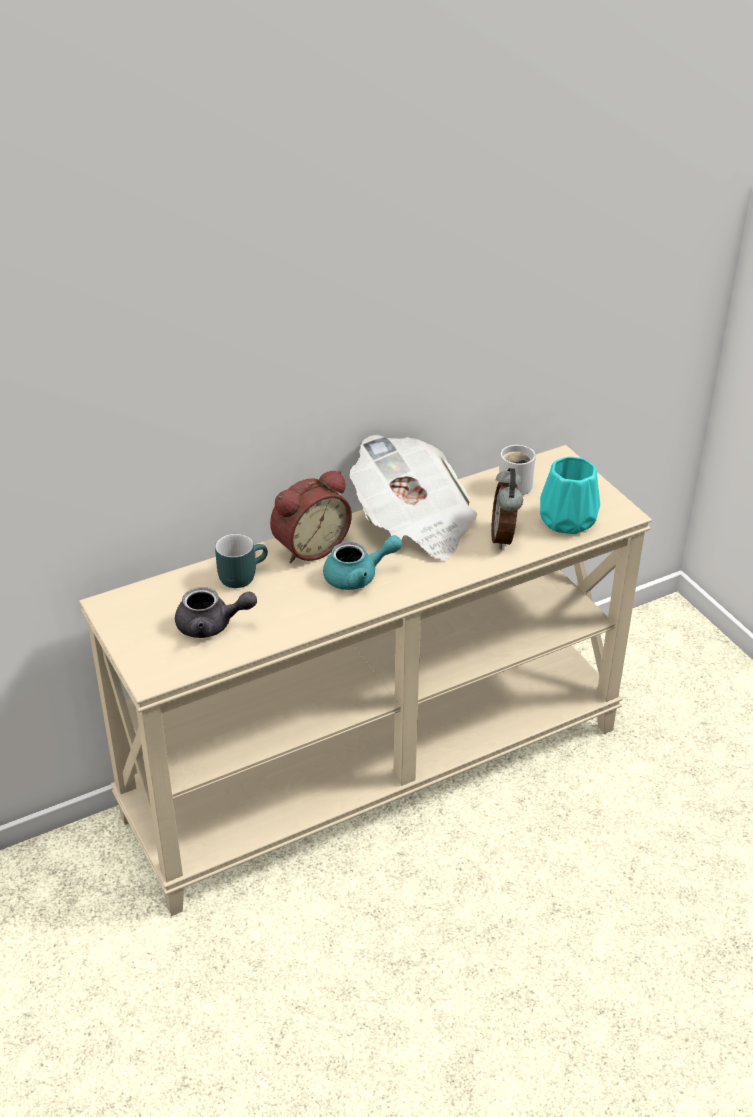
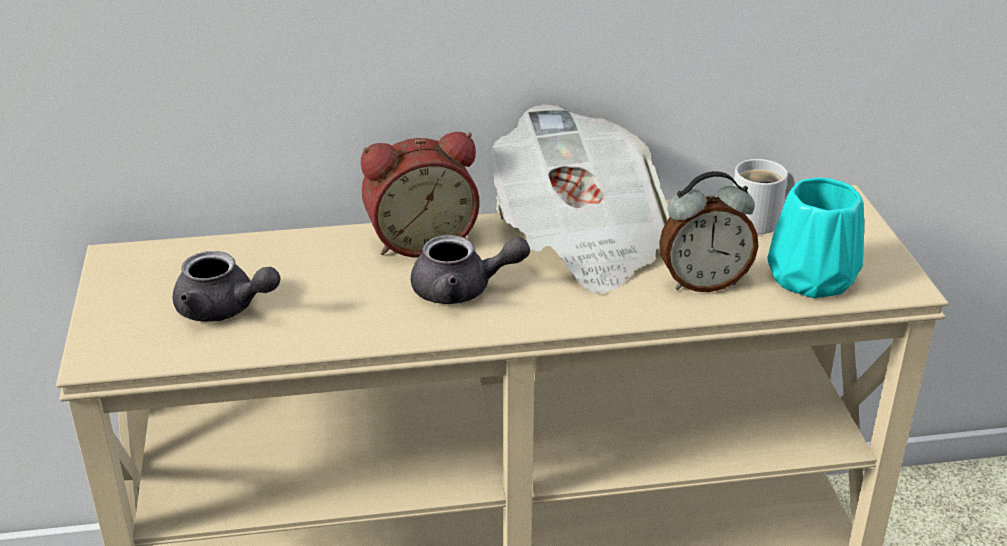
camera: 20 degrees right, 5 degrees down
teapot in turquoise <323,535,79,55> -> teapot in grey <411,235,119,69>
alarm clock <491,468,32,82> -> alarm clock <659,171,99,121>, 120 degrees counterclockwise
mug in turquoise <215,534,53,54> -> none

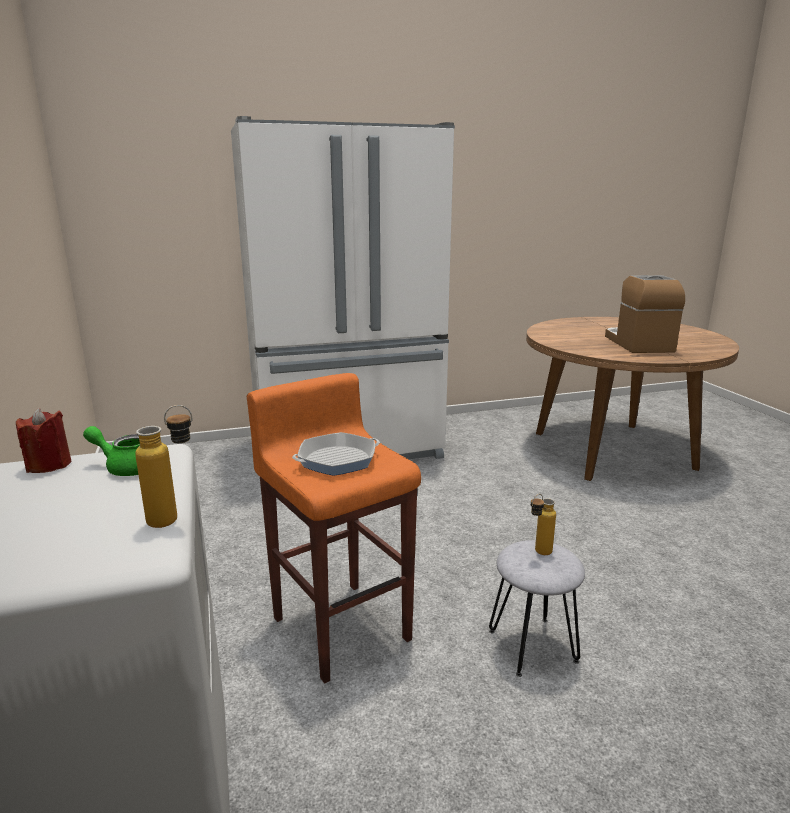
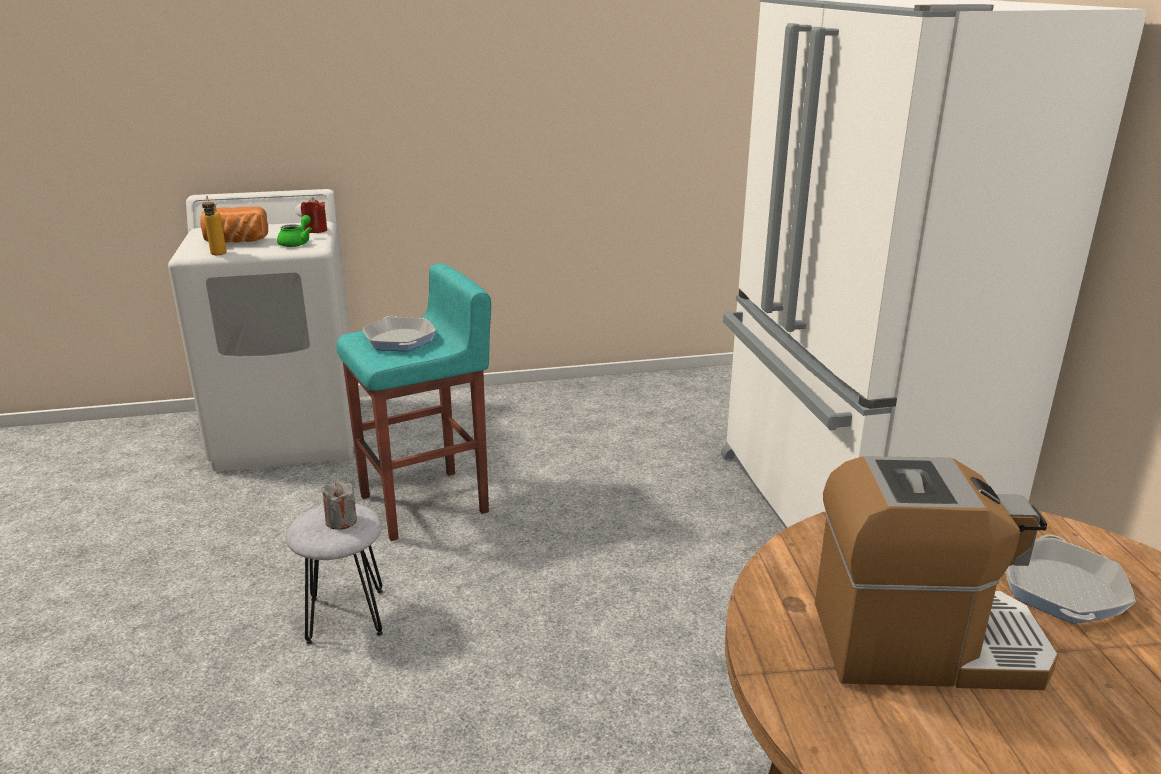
camera: 95 degrees right, 5 degrees up
none -> bread <200,206,68,37>
bottle <531,494,25,61> -> candle in grey <322,481,35,49>
stool in orange <247,373,174,310> -> stool in turquoise <336,264,155,277>
none -> frying pan <1005,535,131,88>

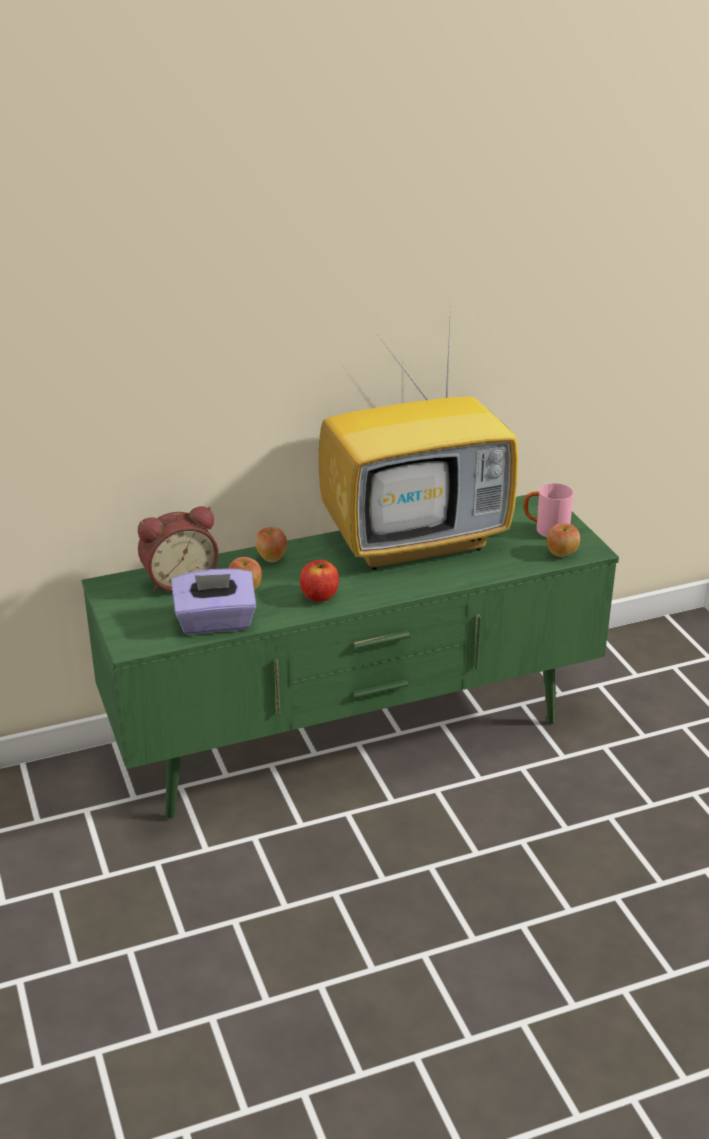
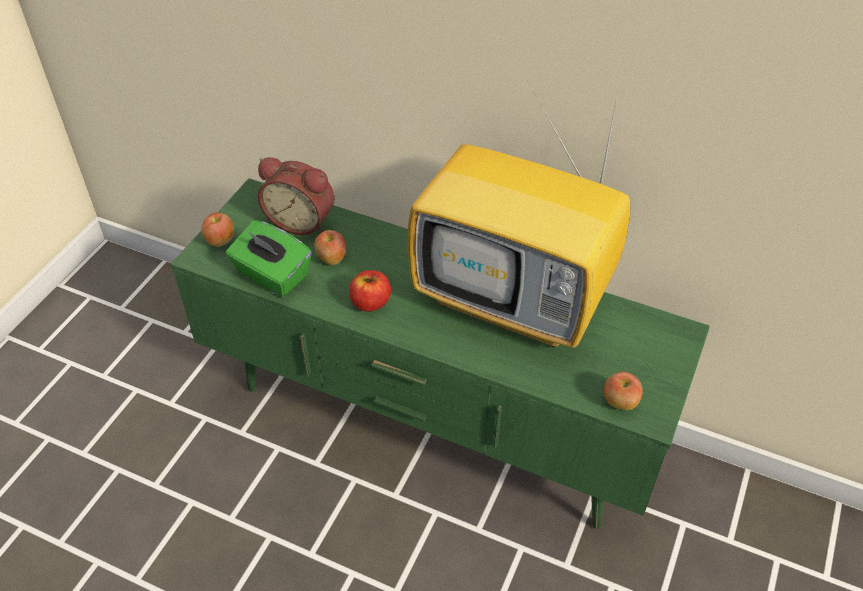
camera: 45 degrees right, 15 degrees up
apple <255,527,32,35> -> apple <201,213,33,34>, move
tissue box in purple <171,569,85,66> -> tissue box in green <226,220,86,77>
mug in pink <523,483,51,55> -> none

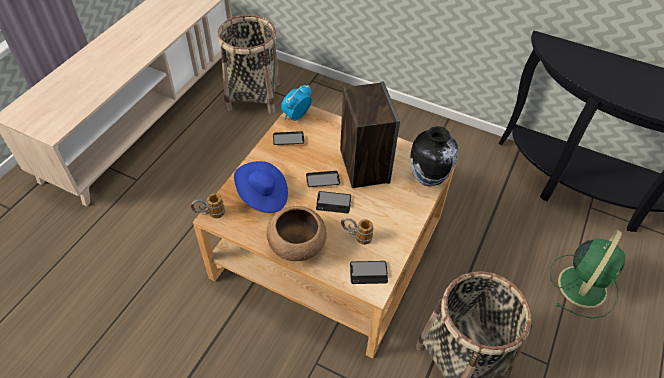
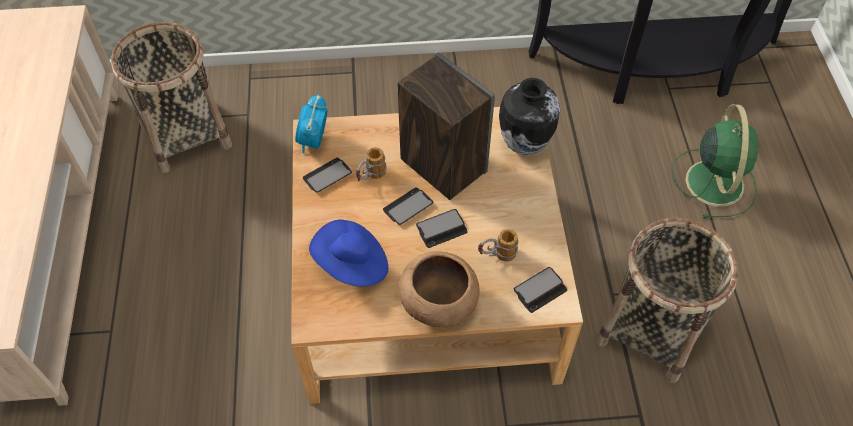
camera: 30 degrees left, 5 degrees up
mug <190,194,35,24> -> mug <356,147,30,34>, move

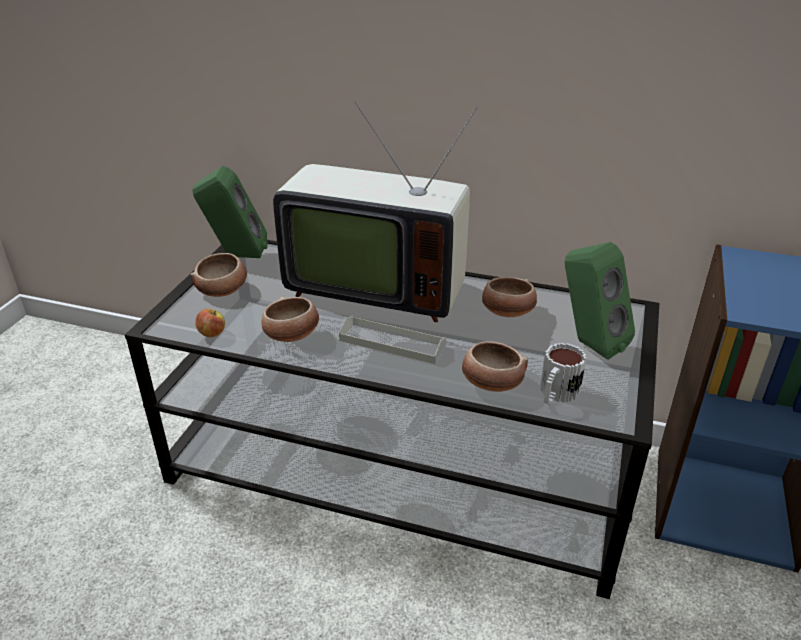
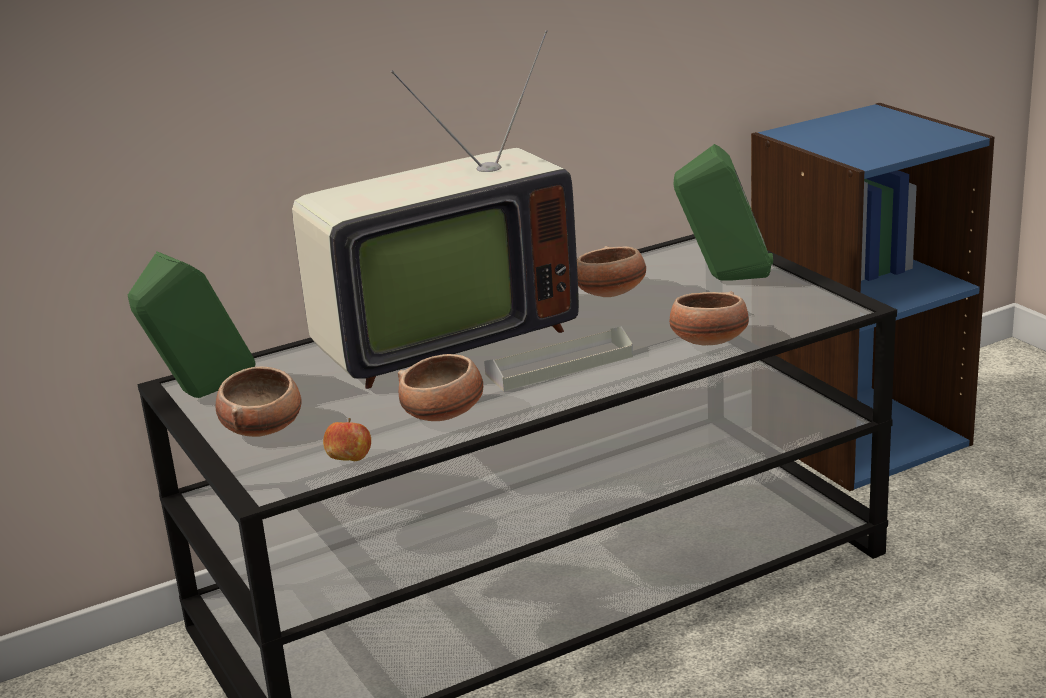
camera: 45 degrees left, 10 degrees down
mug <540,343,46,62> -> none

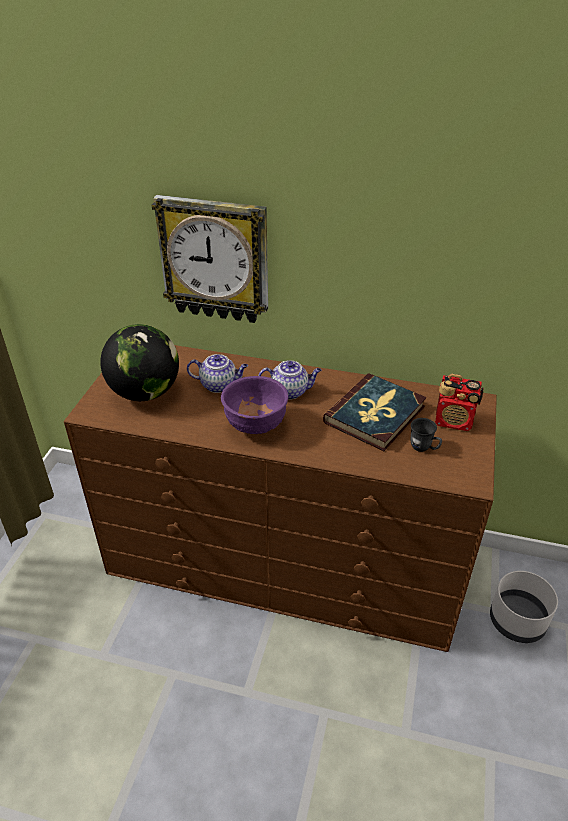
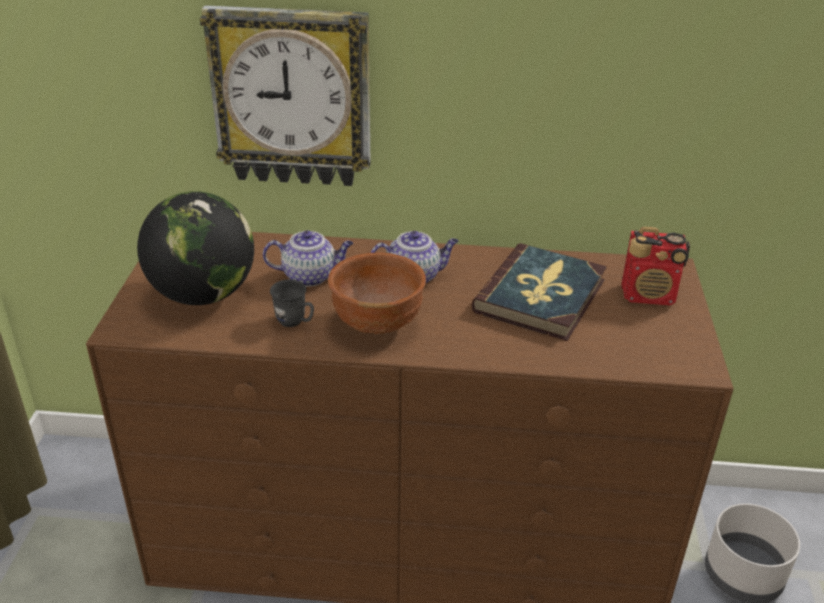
camera: 10 degrees left, 5 degrees down
mug in grey <411,418,31,34> -> mug in grey <270,279,44,48>, move
bowl in purple <221,376,67,58> -> bowl in brown <328,252,98,82>

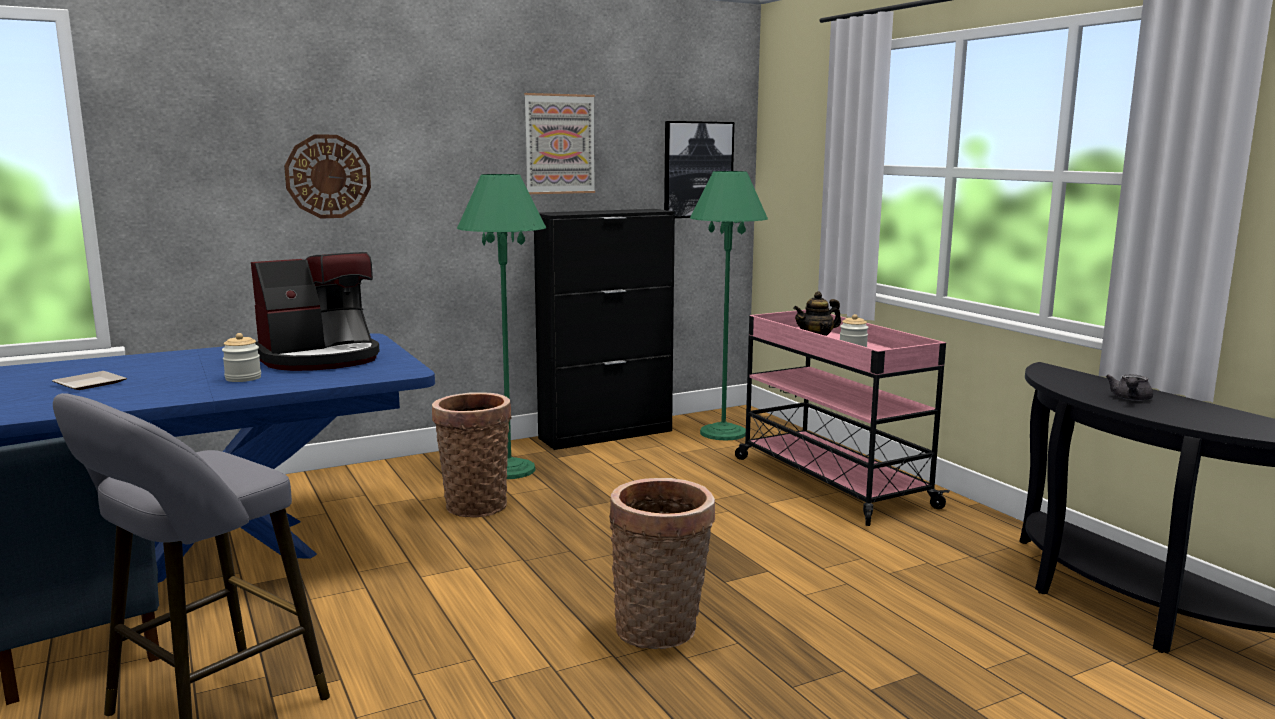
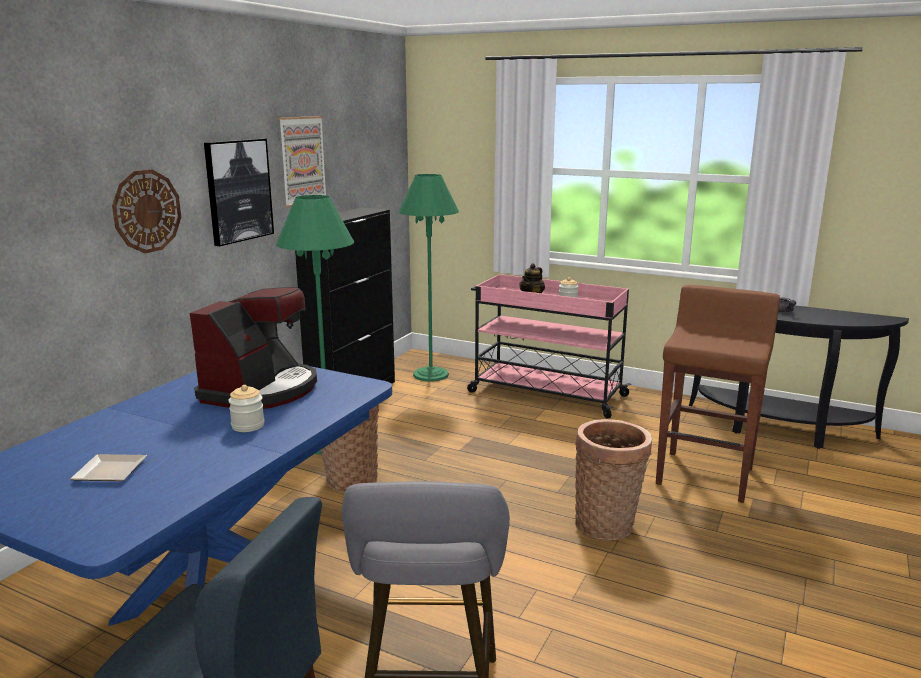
camera: 35 degrees left, 5 degrees up
picture <664,121,70,97> -> picture <204,139,70,107>, move
none -> stool in brown <656,285,124,218>

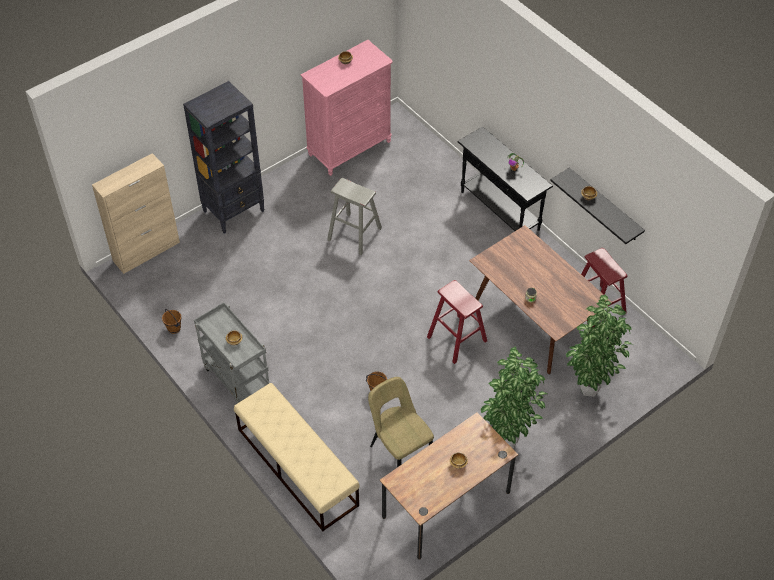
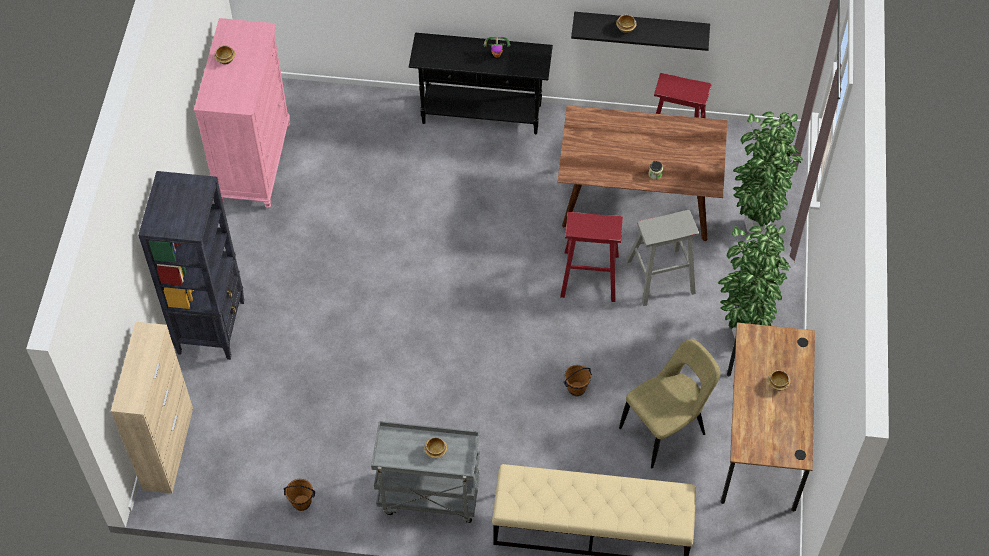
camera: 45 degrees left, 5 degrees up
chair in beige <368,377,66,90> -> chair in beige <619,339,102,129>, 135 degrees clockwise
stool in grey <327,178,55,77> -> stool in grey <626,210,73,96>, move

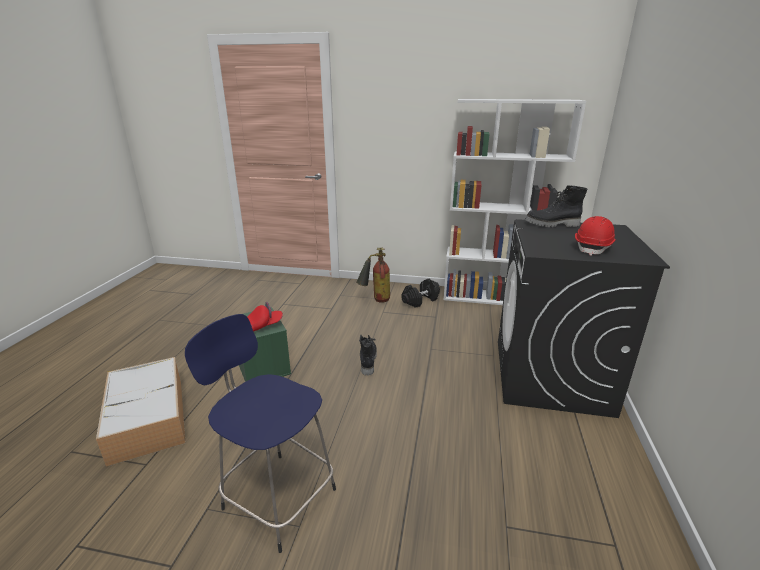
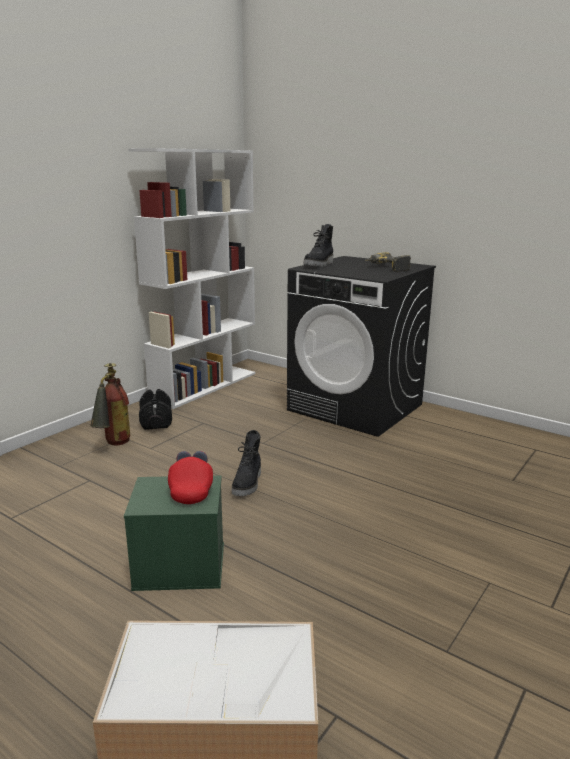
camera: 65 degrees left, 5 degrees down
boot in black <359,335,18,41> -> boot in black <232,430,29,66>, 105 degrees counterclockwise
hard hat in red <575,216,41,40> -> power drill <365,252,46,20>
stool in blue <185,314,151,239> -> none

